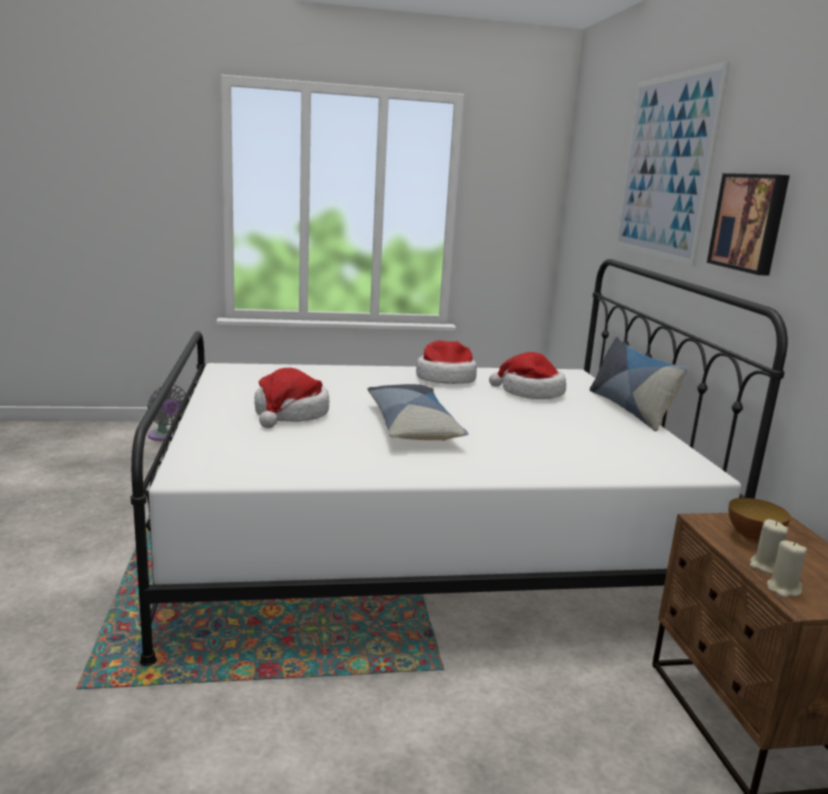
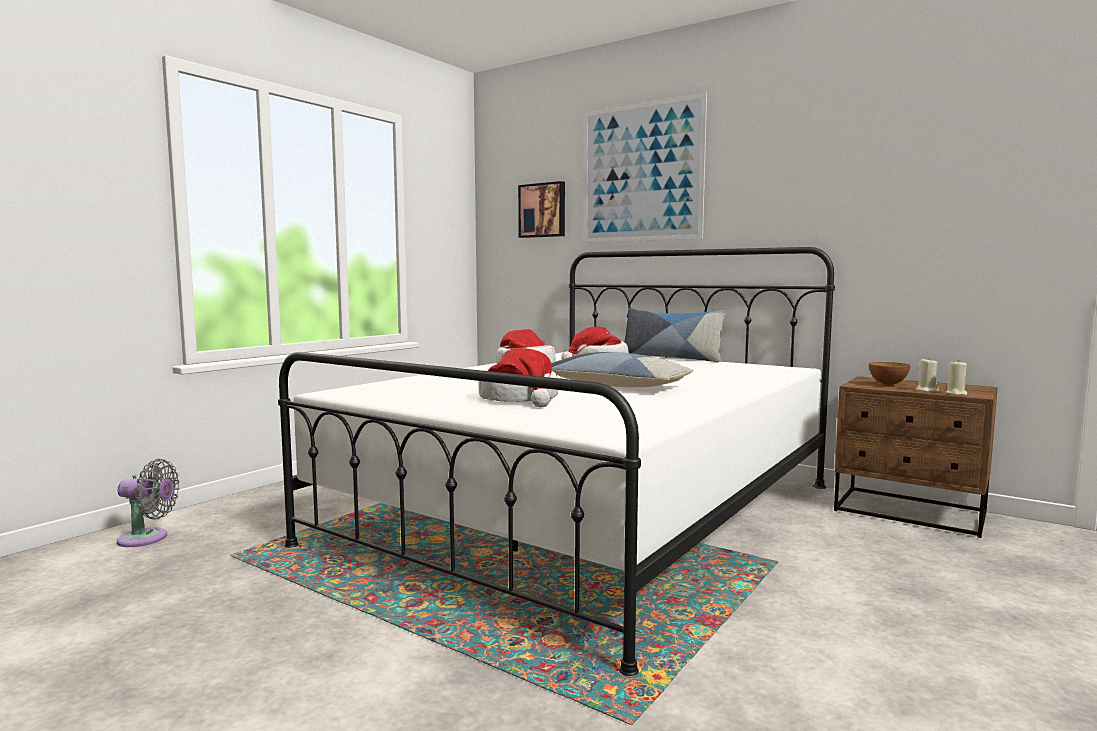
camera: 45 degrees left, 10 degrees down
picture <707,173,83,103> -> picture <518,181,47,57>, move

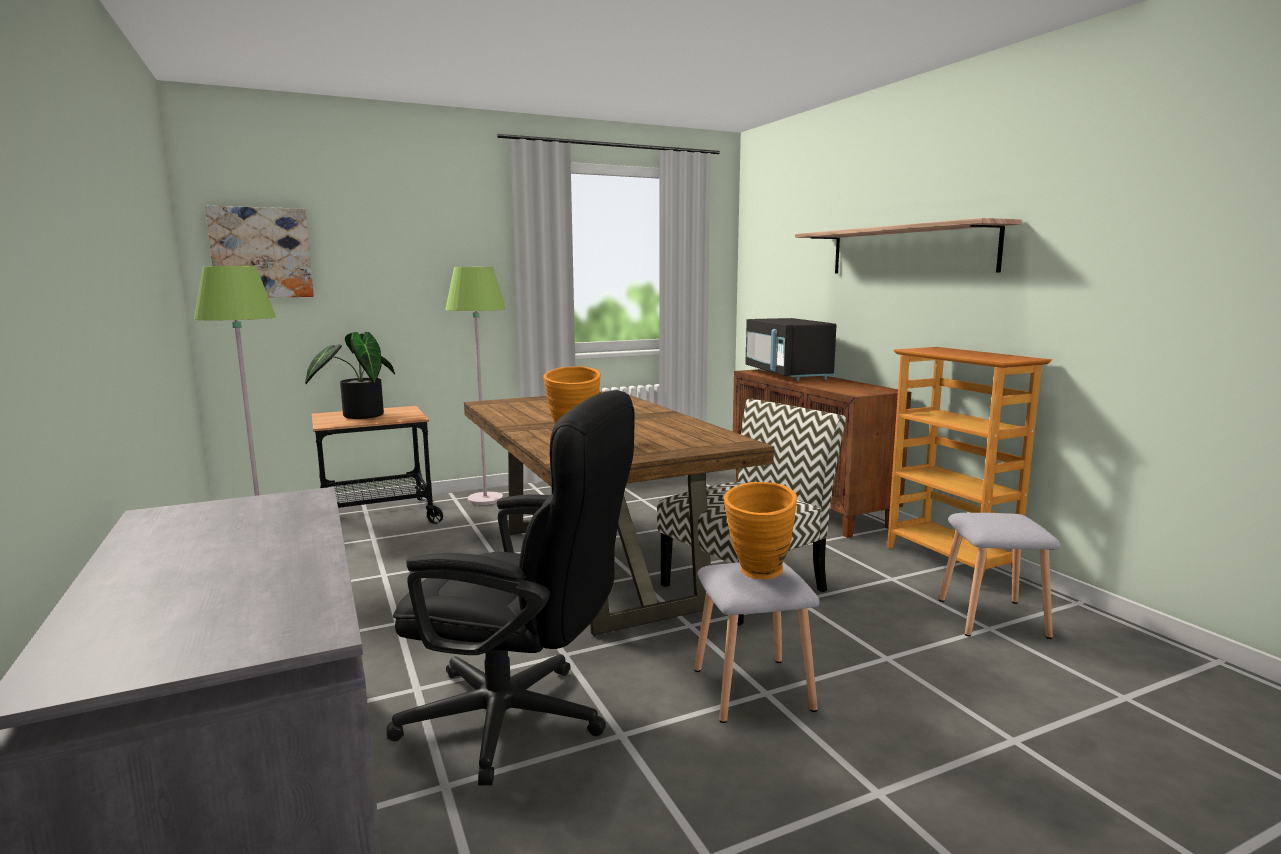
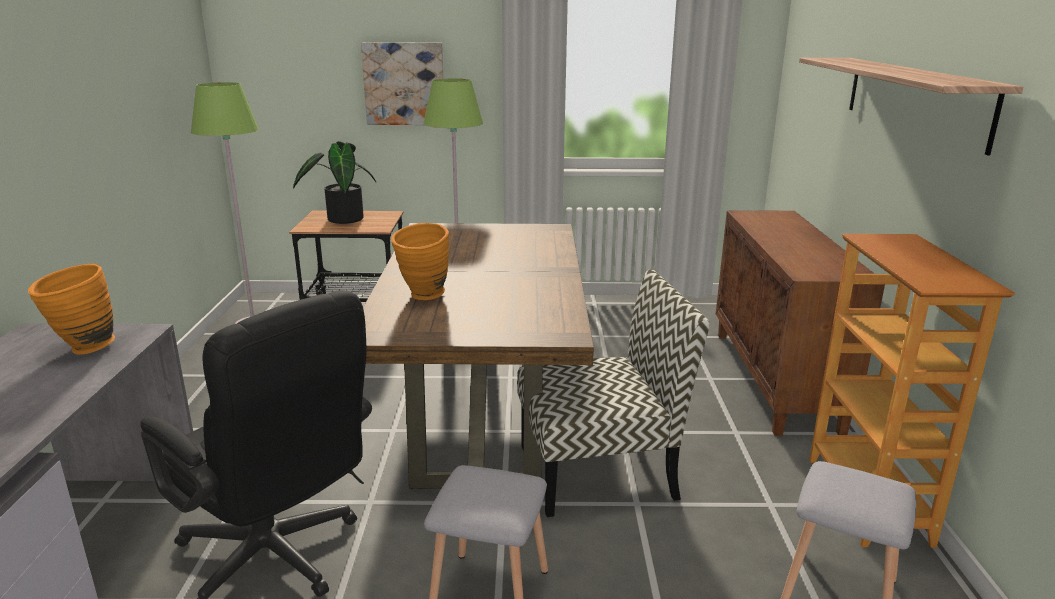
camera: 25 degrees right, 10 degrees up
vase in orange <724,482,73,97> -> vase in orange <28,264,87,90>, move
picture <205,206,109,92> -> picture <361,42,82,83>, move
microwave in black <745,318,91,63> -> none

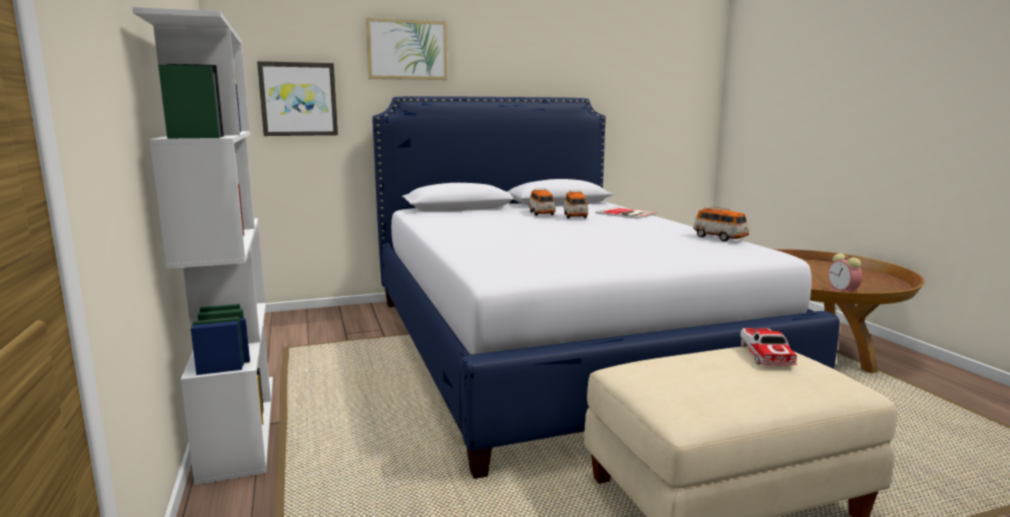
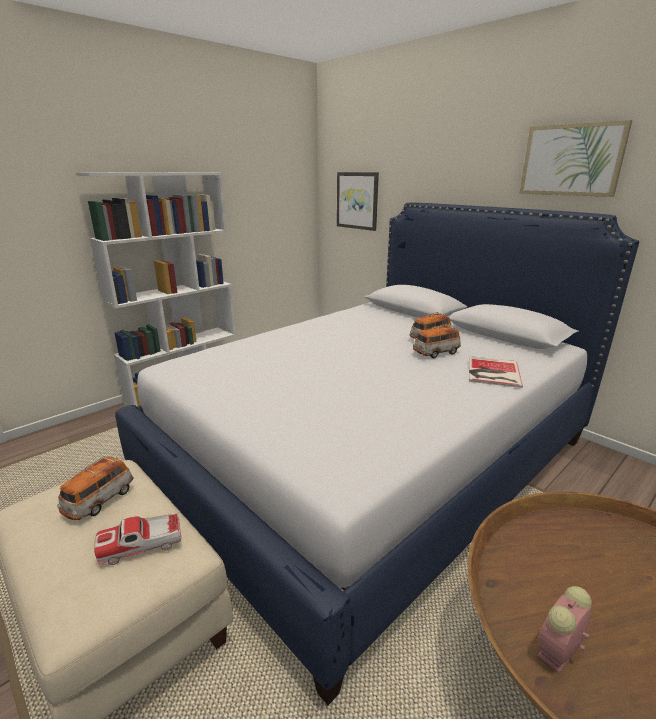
camera: 65 degrees right, 10 degrees up
toy car <693,206,57,35> -> toy car <57,456,77,64>, move
picture <366,18,82,62> -> picture <519,120,113,77>, move

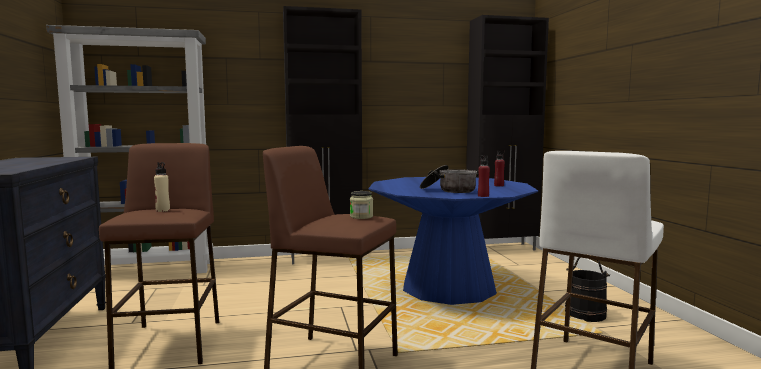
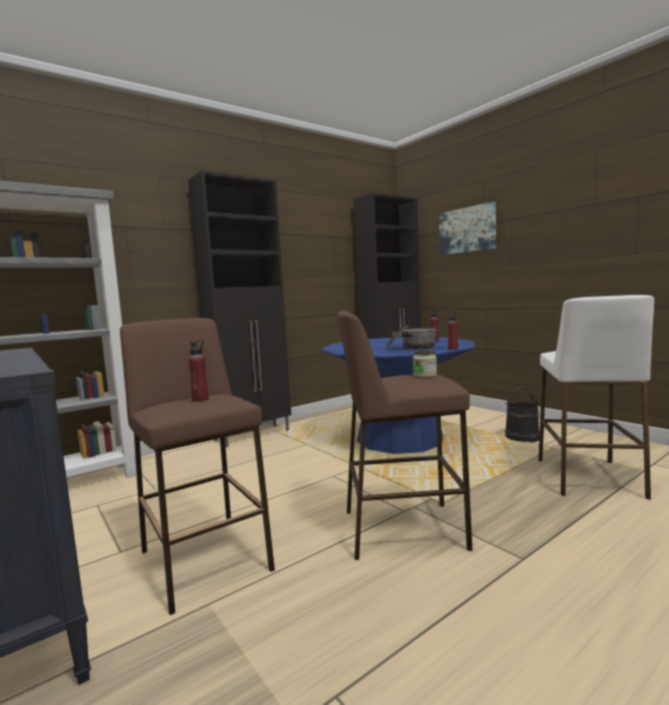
camera: 25 degrees left, 0 degrees up
bottle in beige <154,162,16,50> -> bottle in red <188,340,21,62>
none -> picture <439,201,57,54>

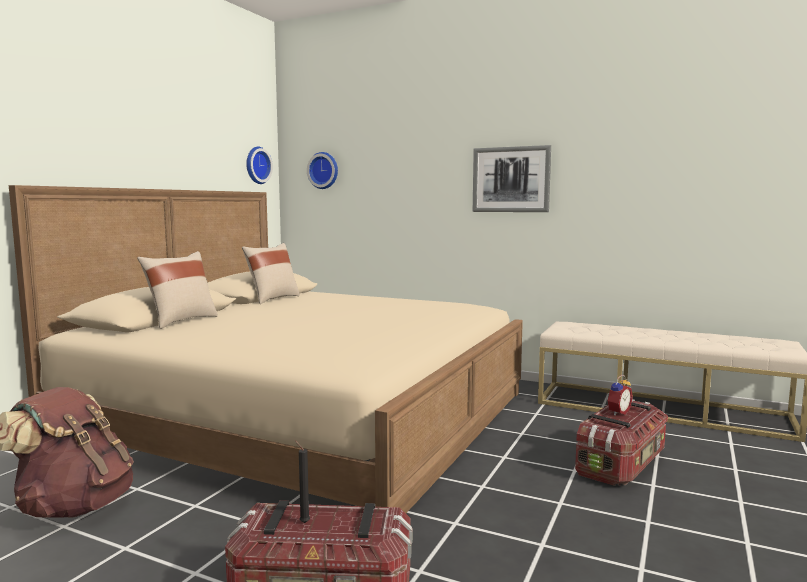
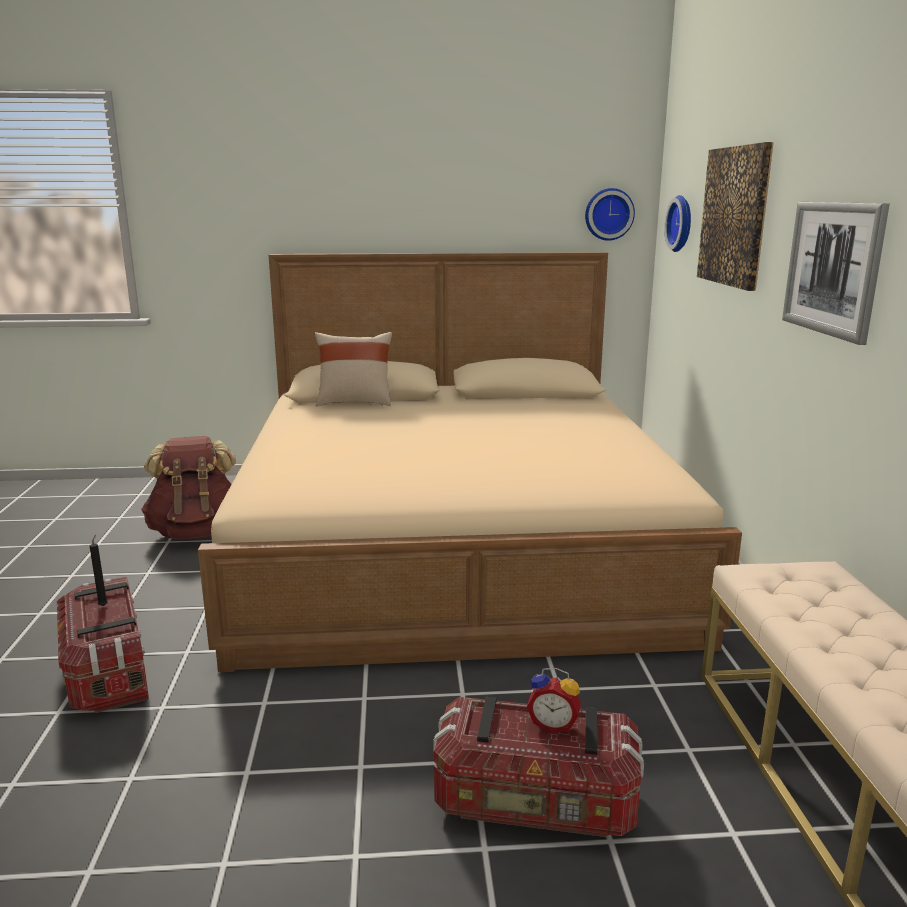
camera: 60 degrees right, 10 degrees up
none -> picture <697,142,77,149>
pillow in beige <242,243,58,61> -> none

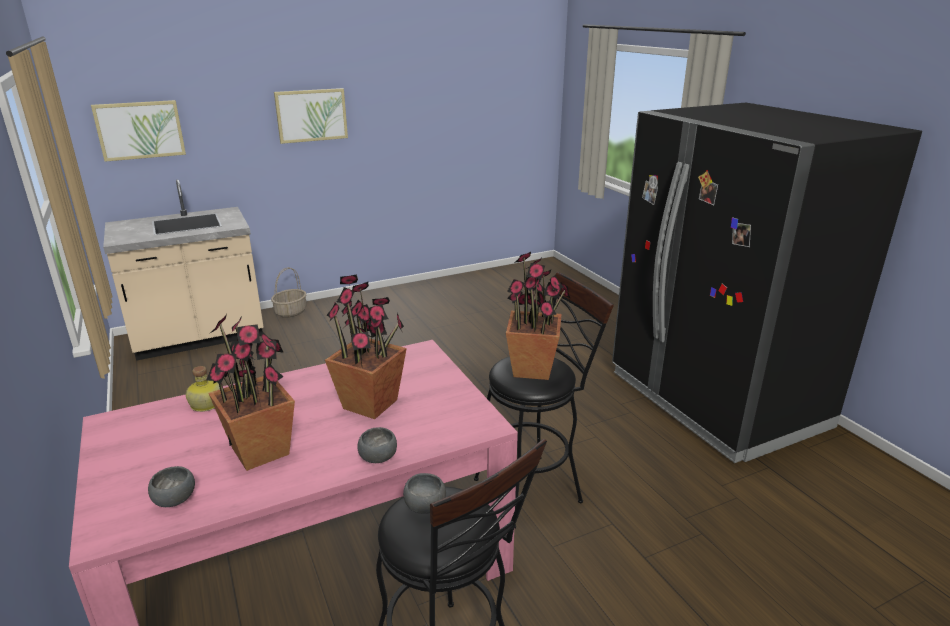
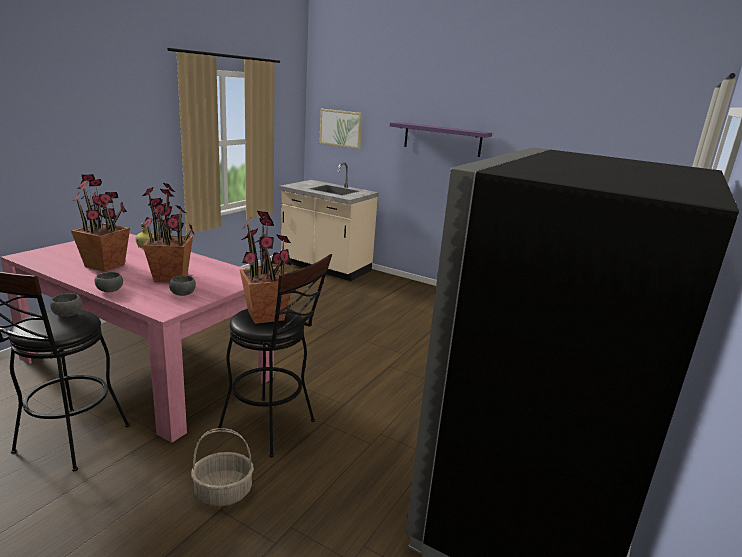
camera: 55 degrees right, 5 degrees down
bowl in grey <148,466,47,41> -> bowl in grey <169,275,27,21>, move
basket <271,267,35,51> -> basket <191,428,63,78>, move
picture <274,88,74,56> -> shelf in purple <390,122,102,35>

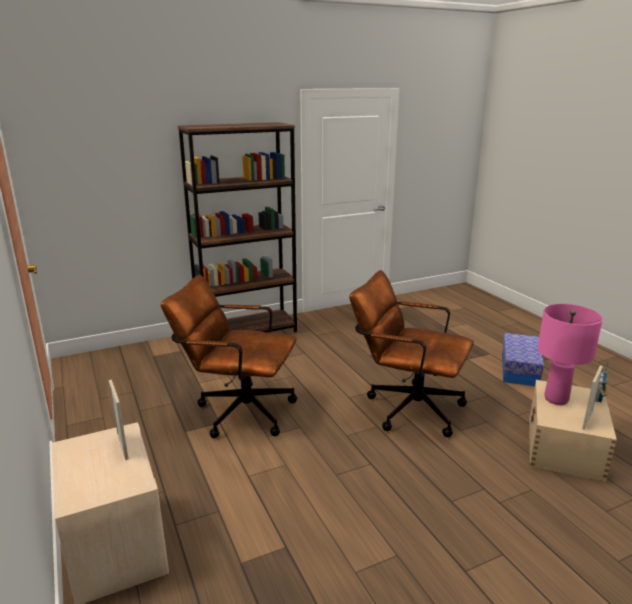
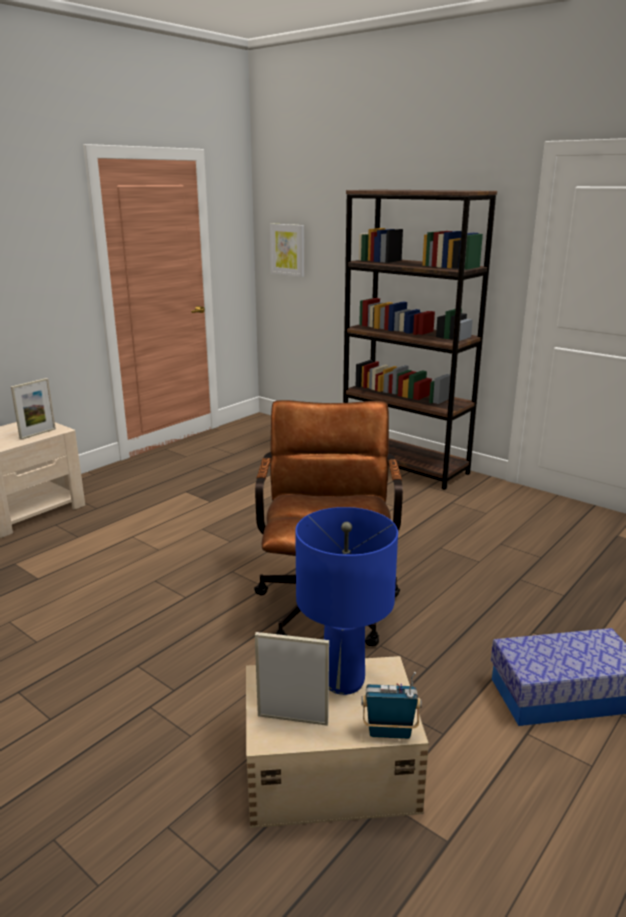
camera: 65 degrees right, 0 degrees up
none -> picture <270,223,34,54>
table lamp in pink <537,304,66,101> -> table lamp in blue <295,507,103,188>
office chair in brown <161,275,136,163> -> none

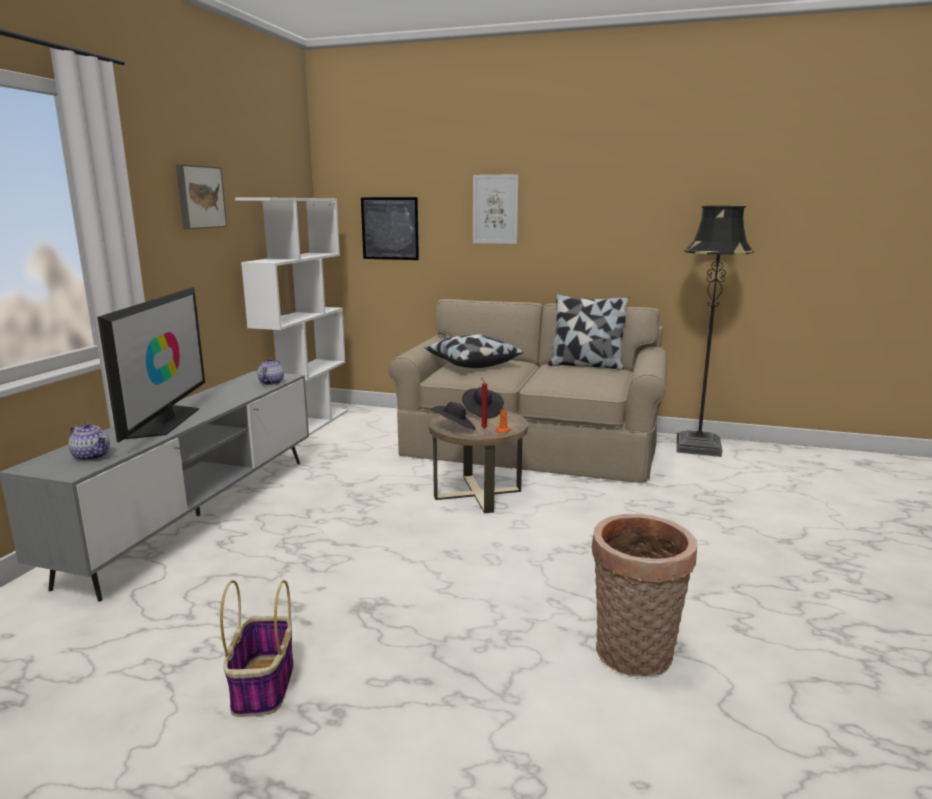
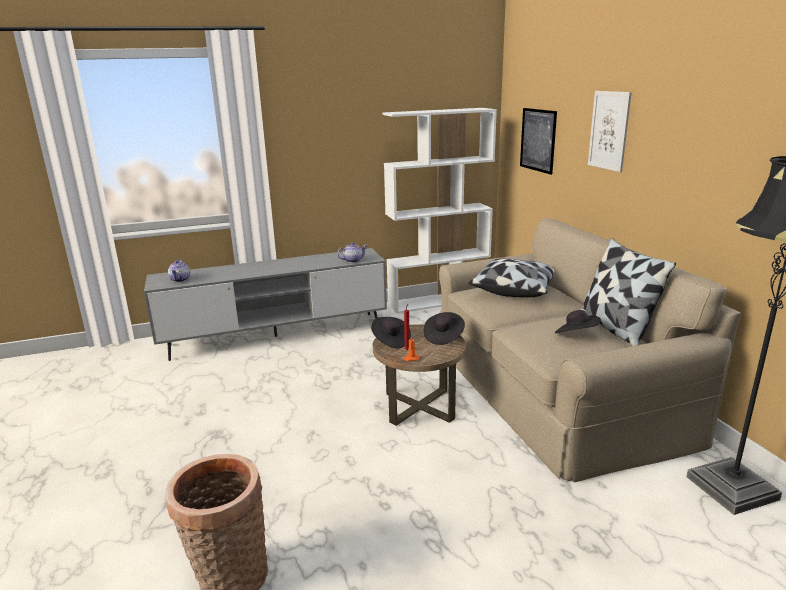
camera: 55 degrees right, 5 degrees up
none -> hat in black <555,310,46,23>
television <97,287,108,155> -> none
picture <176,164,51,65> -> none
basket <220,580,74,137> -> none

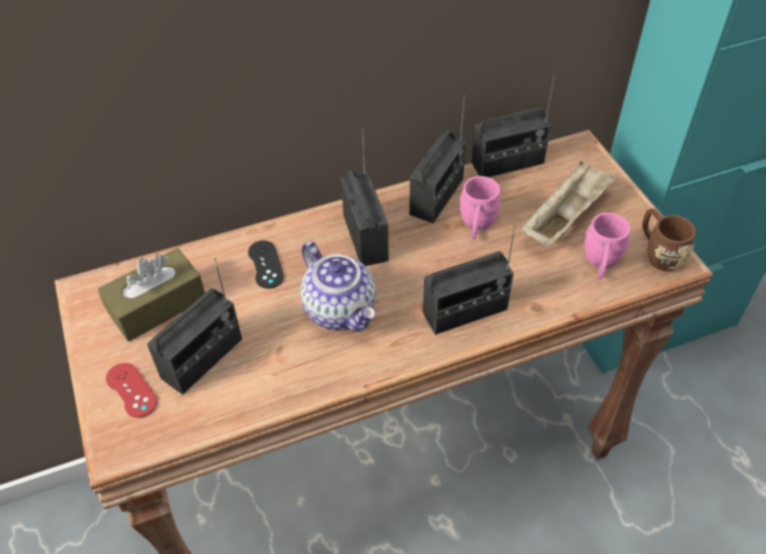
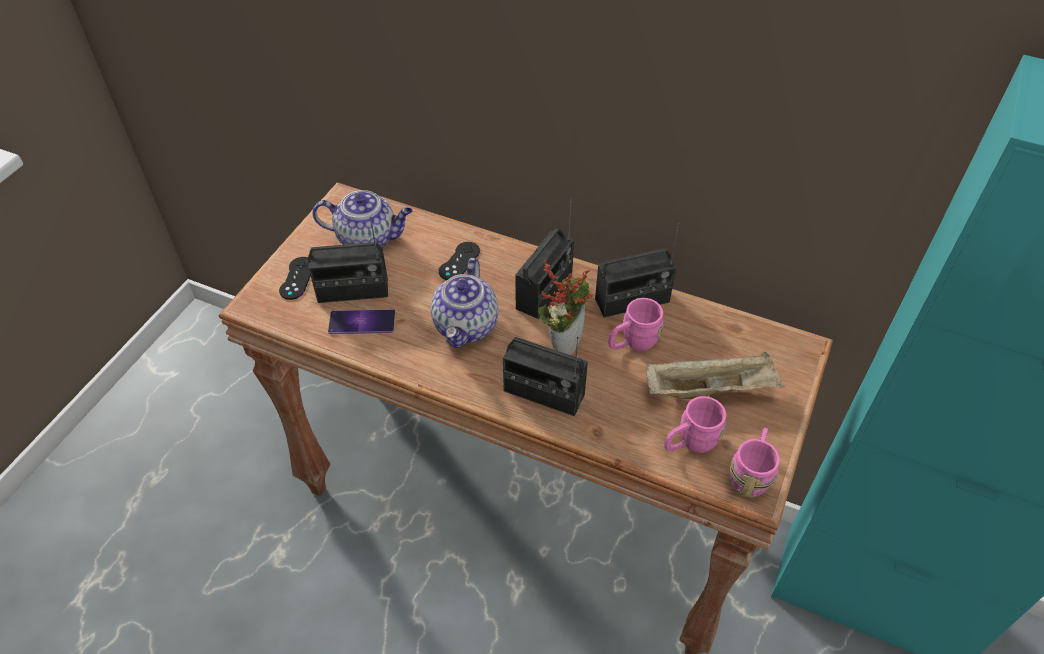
camera: 45 degrees right, 0 degrees up
game controller in red <106,363,51,55> -> game controller in black <279,257,31,43>
tissue box in brown <98,248,107,93> -> teapot <312,190,101,57>
none -> phone <328,309,67,25>
none -> potted plant <538,259,55,96>
mug in brown <643,208,53,63> -> mug in pink <730,428,50,69>
radio <471,77,84,100> -> none

